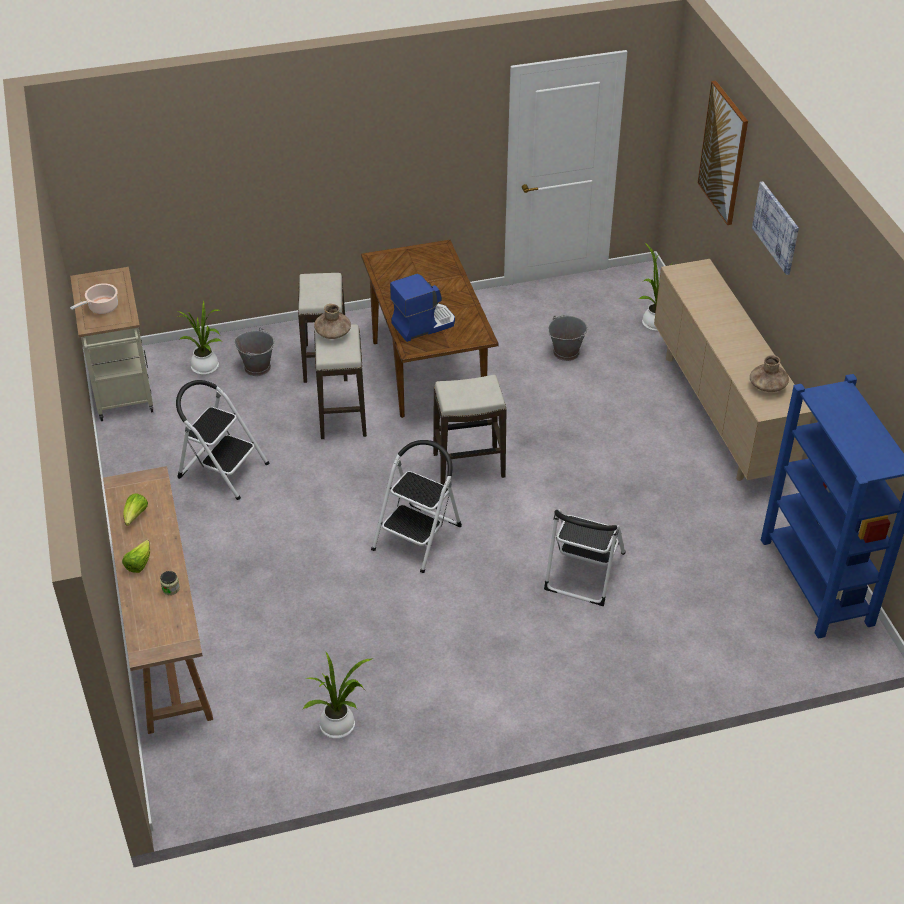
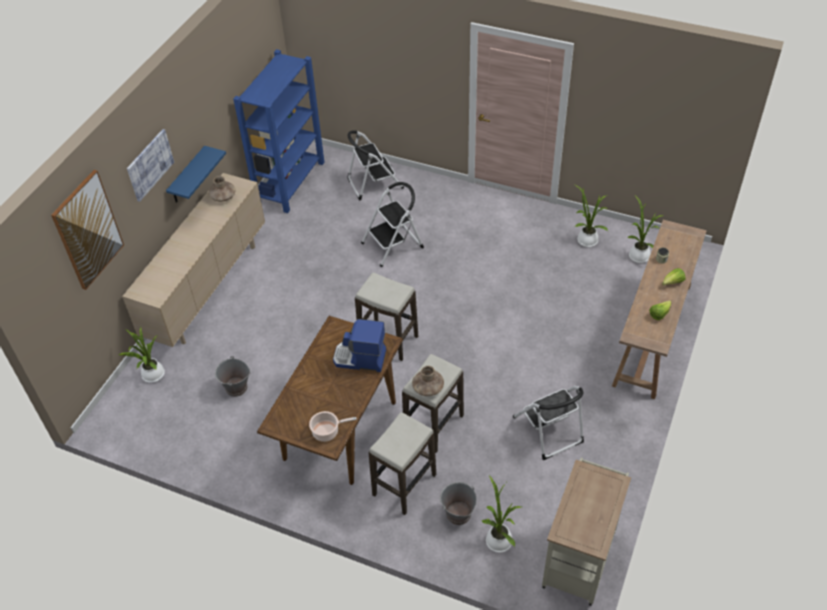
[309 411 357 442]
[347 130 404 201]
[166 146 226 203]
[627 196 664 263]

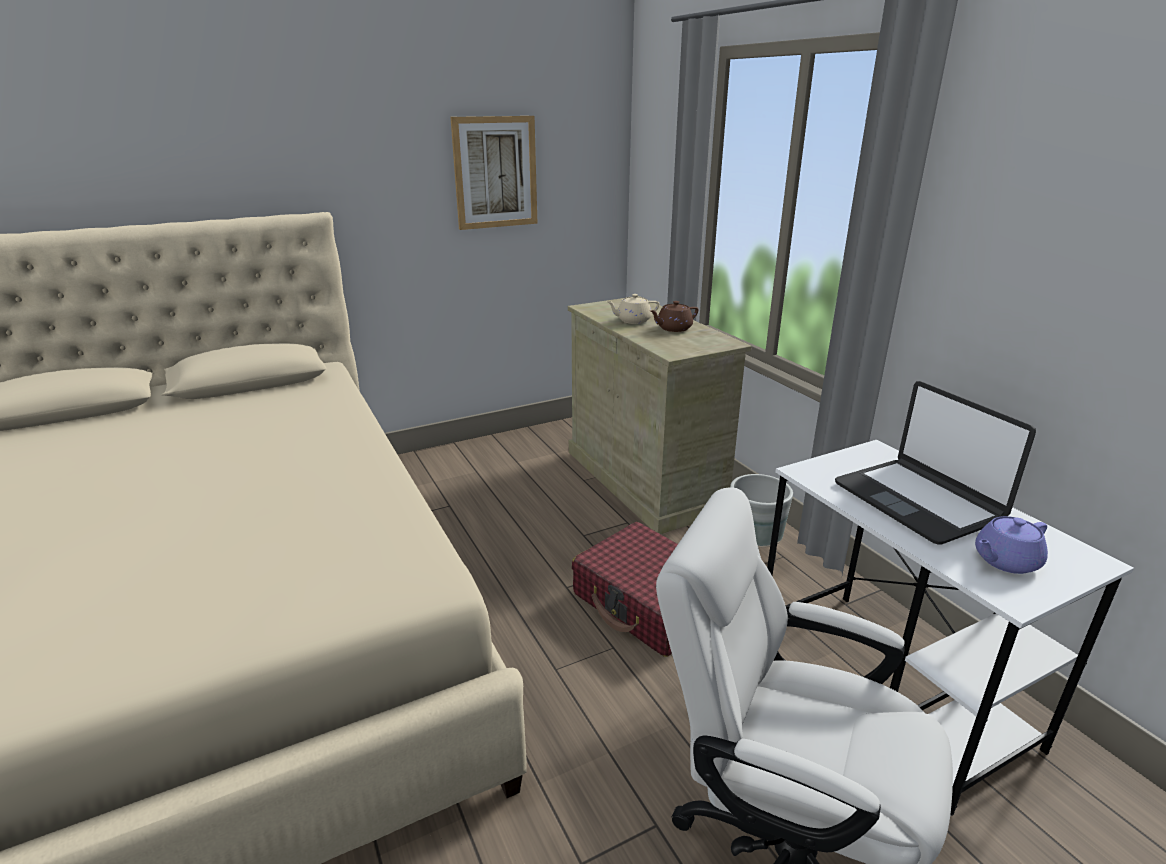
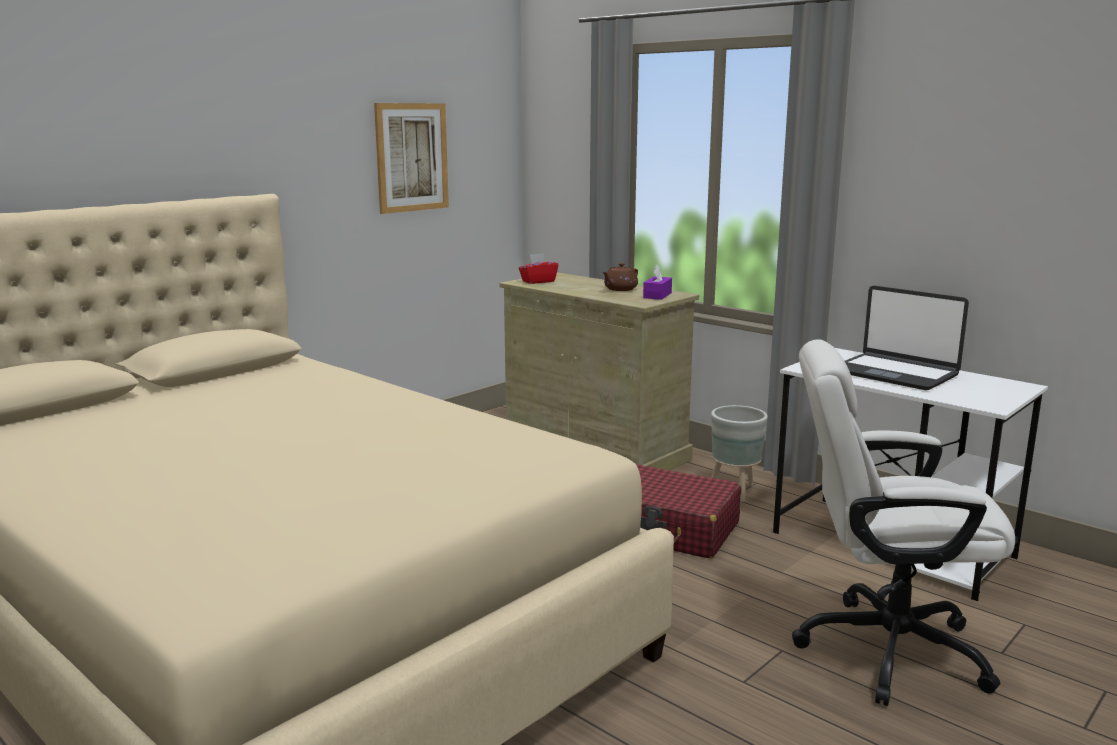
[607 294 660 324] (first image)
[975 516 1048 574] (first image)
[519 253 558 284]
[643 265 672 300]

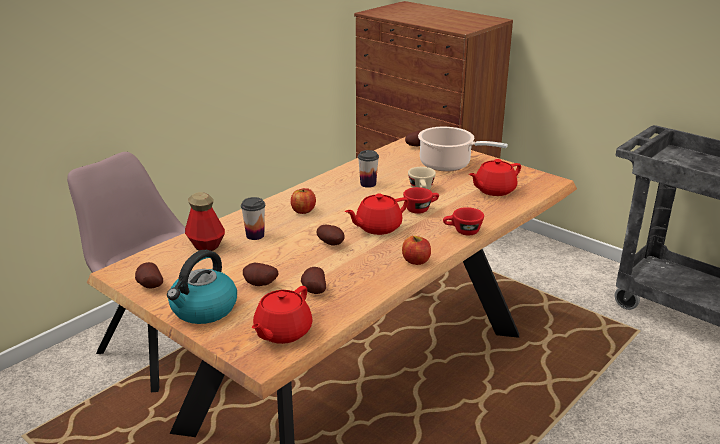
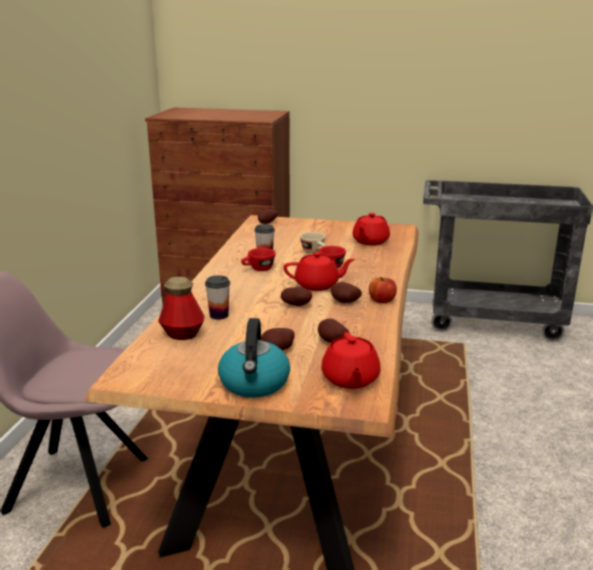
[331 282 362 303]
[291 188 316 214] (first image)
[283 252 355 291]
[418 127 508 171] (first image)
[241 248 276 271]

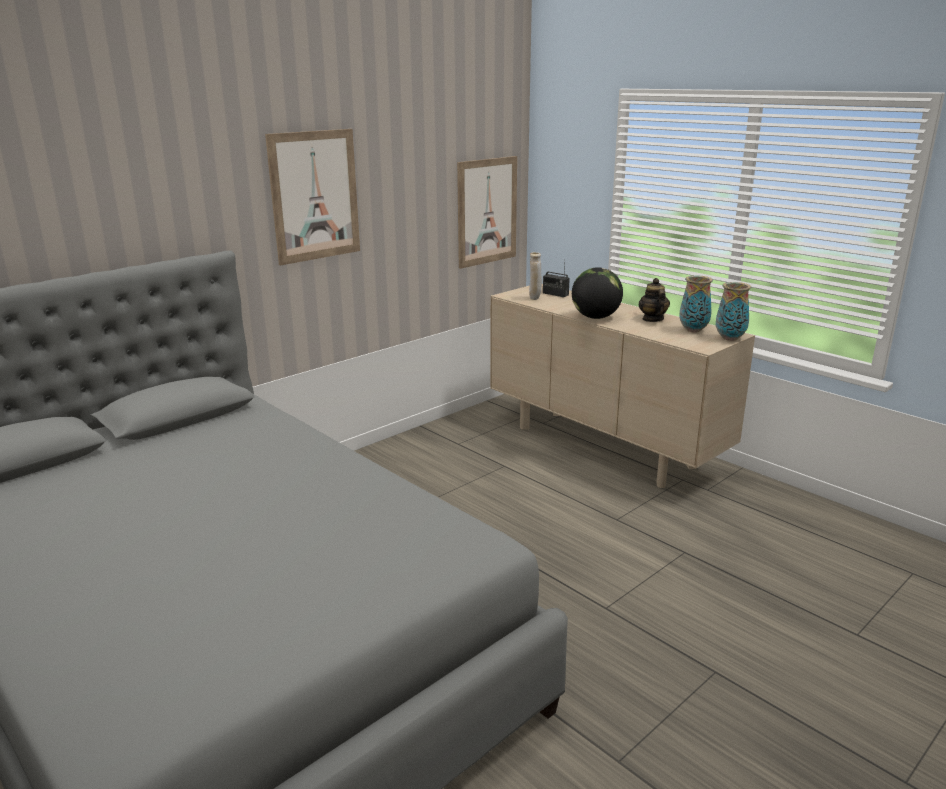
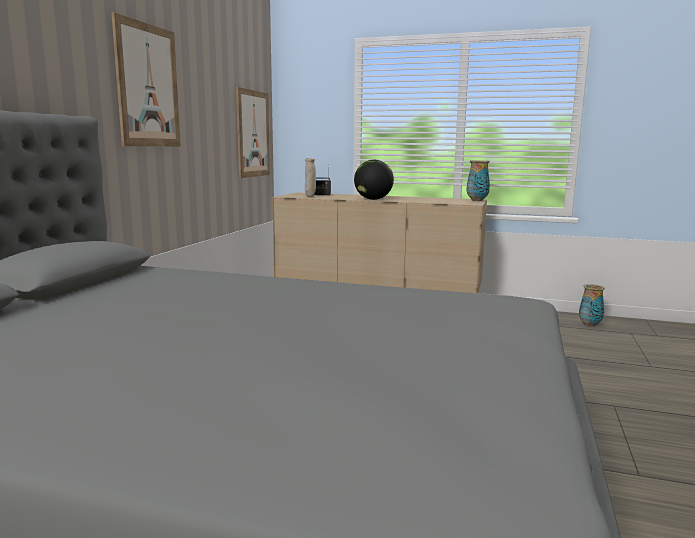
[639 278 670 322] (first image)
[579 284 605 327]

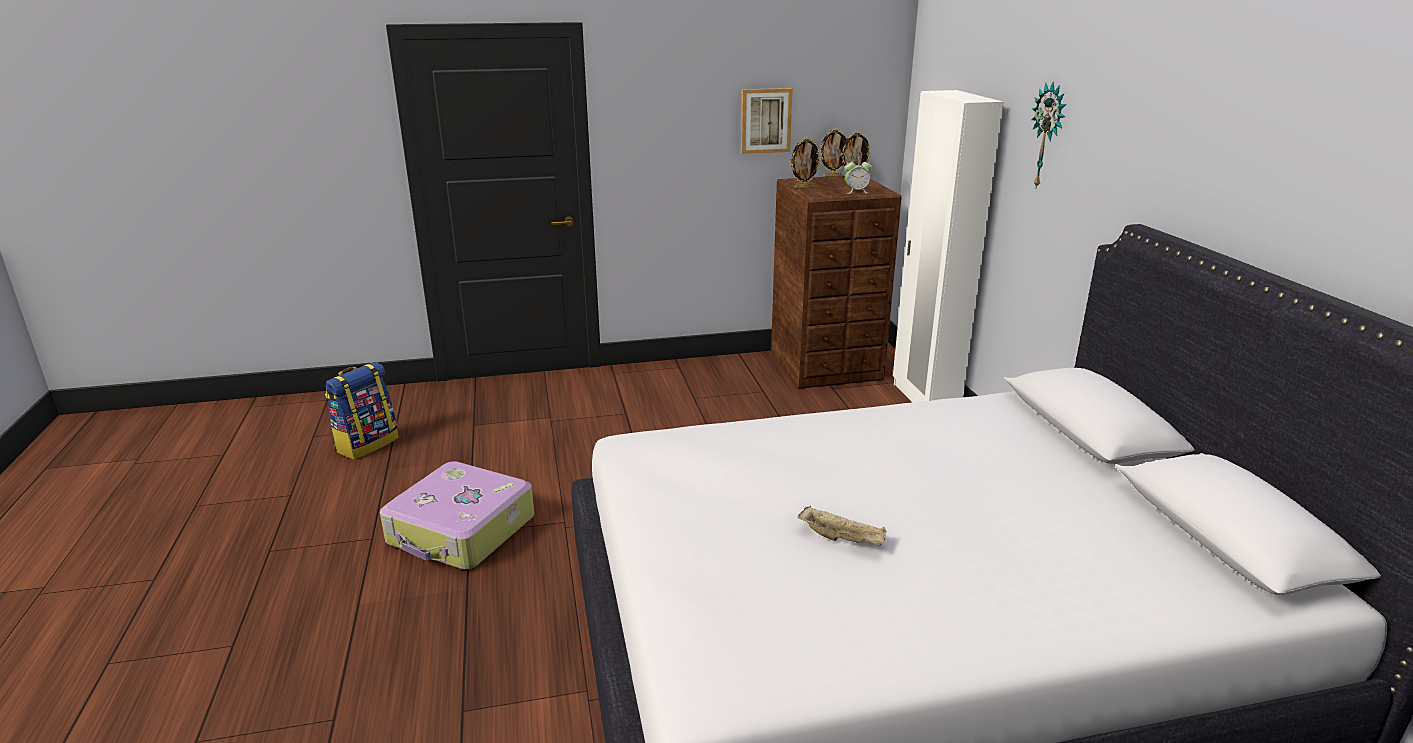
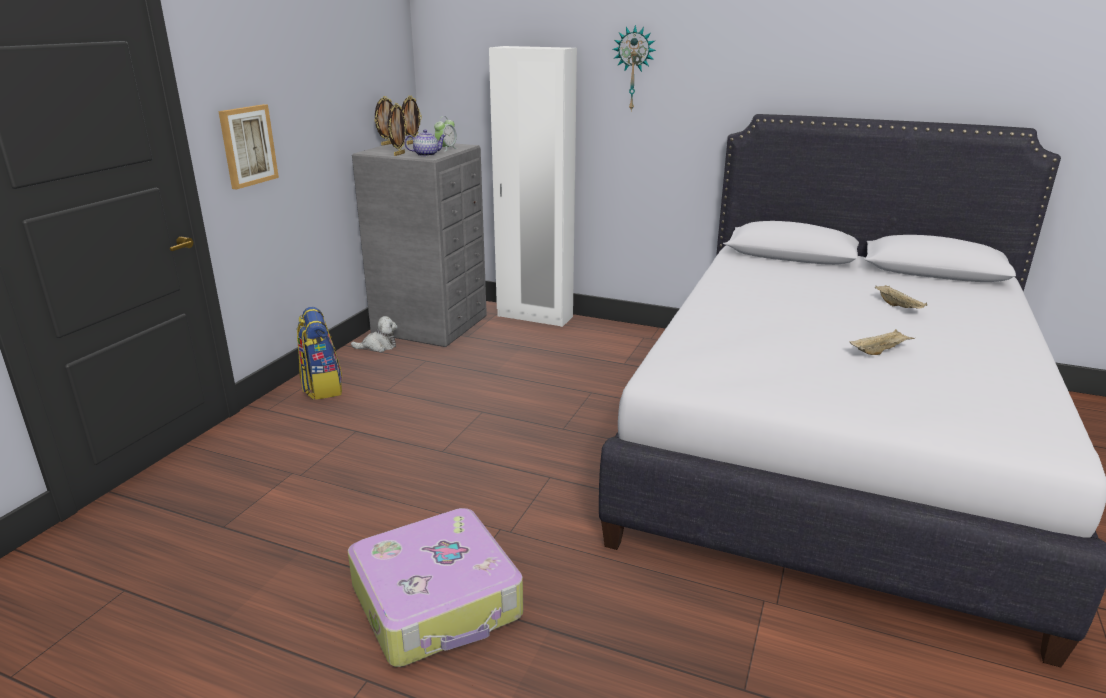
[297 307 342 400]
[218 104 279 190]
[352 140 487 347]
[351 316 398 352]
[405 130 446 156]
[875 285 927 309]

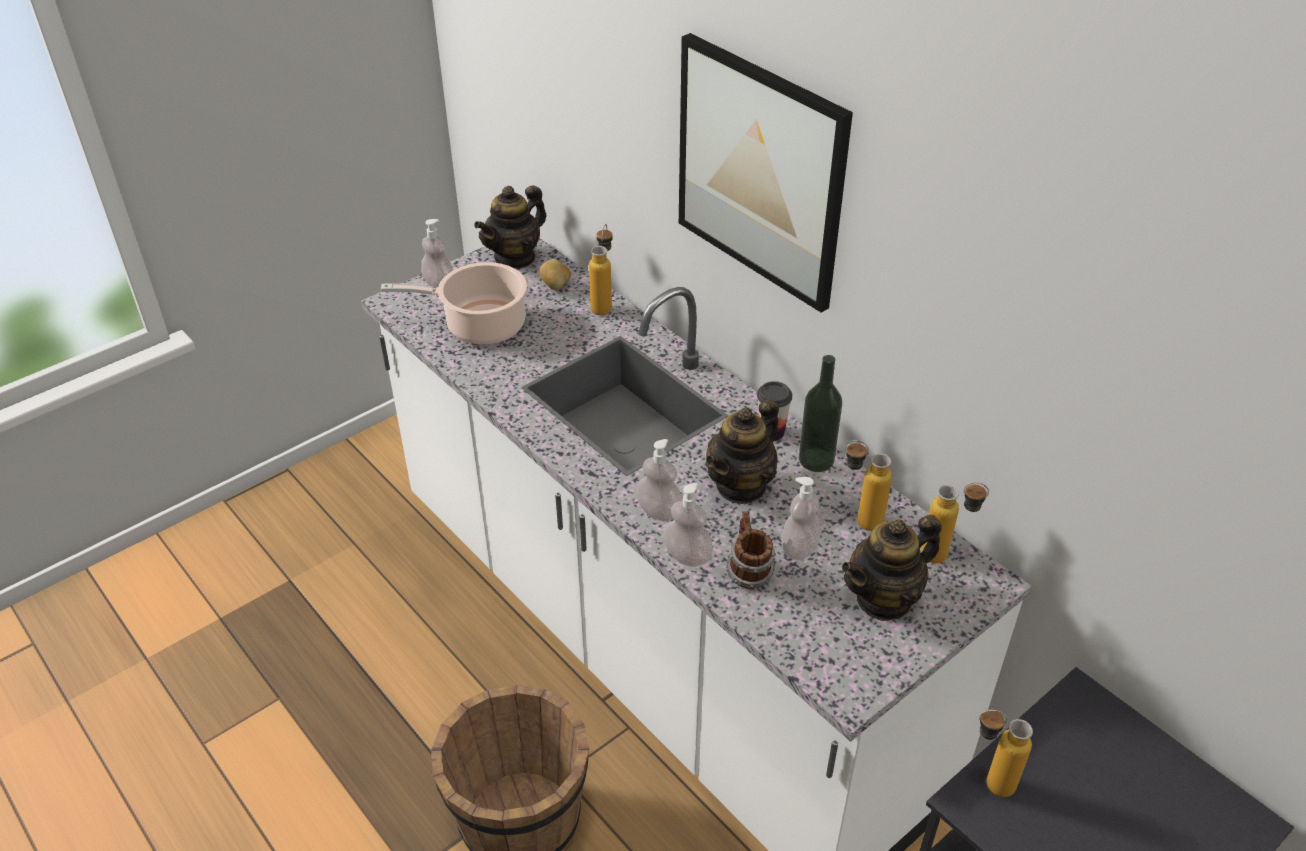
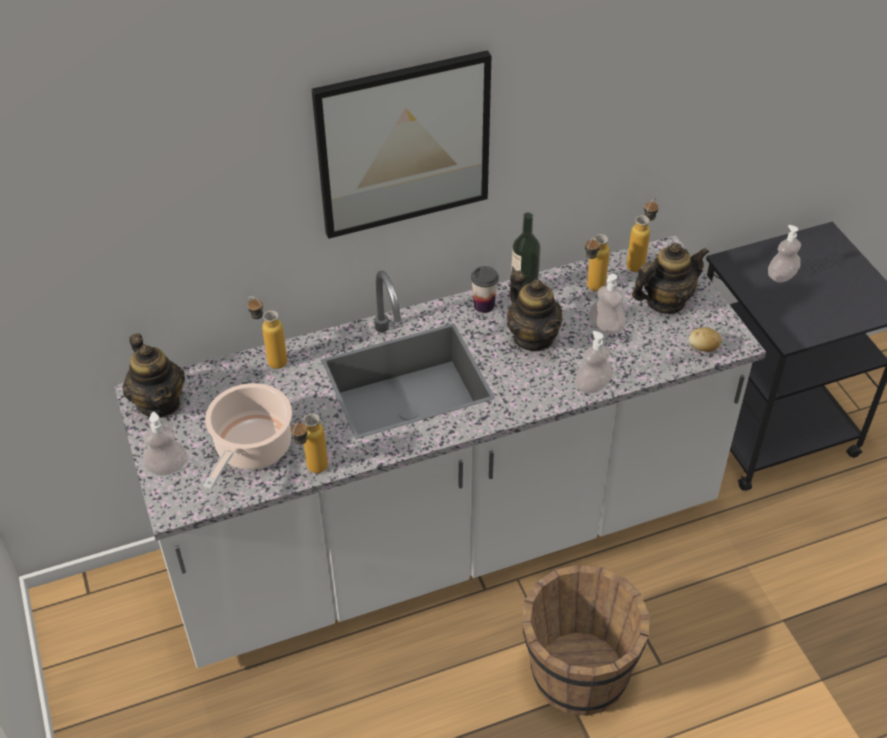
[689 327 722 352]
[768 225 801 282]
[726 511 776 589] (first image)
[632 243 709 314]
[291 413 328 473]

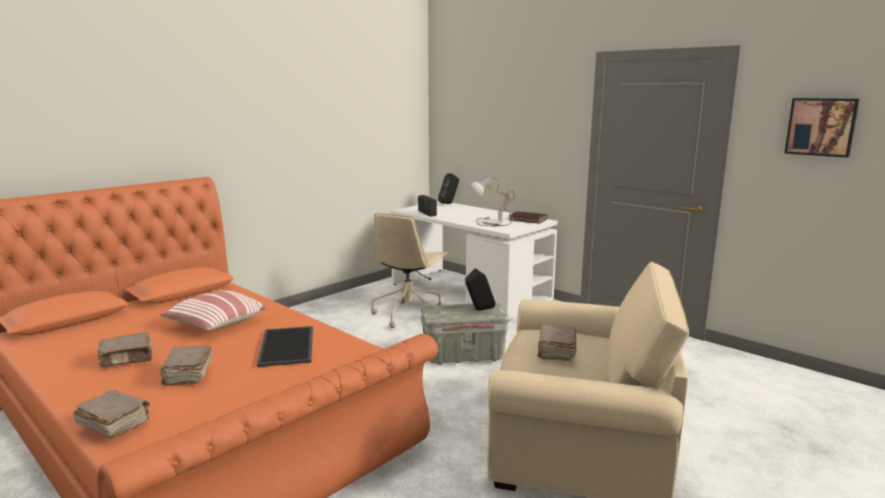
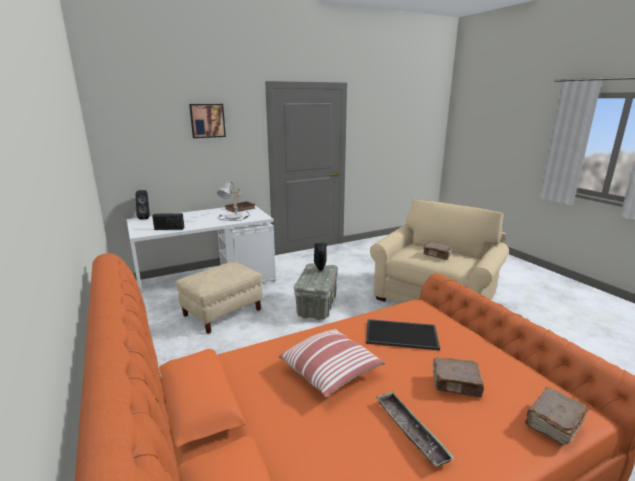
[376 391 455 466]
[176 261 263 334]
[189 104 226 138]

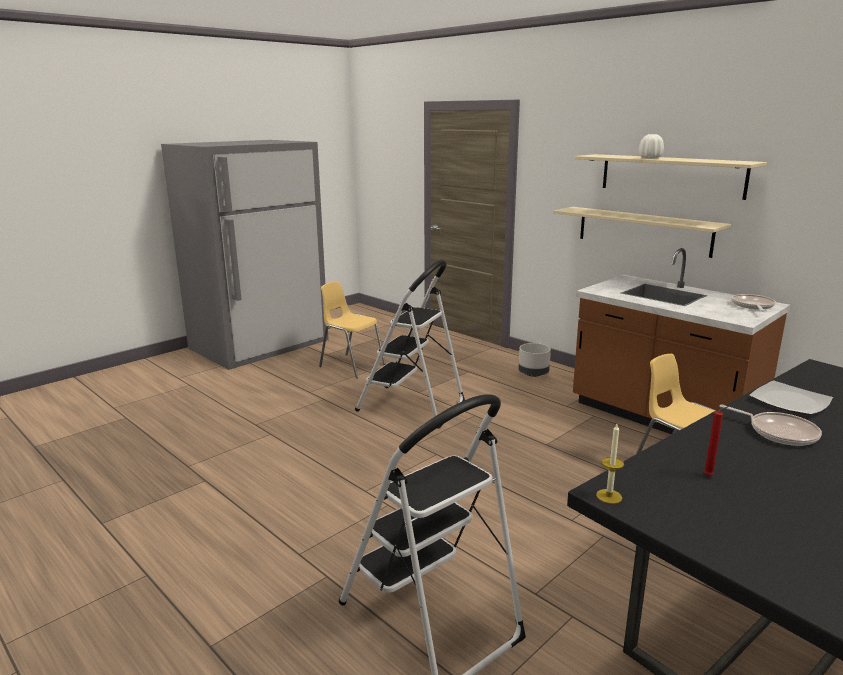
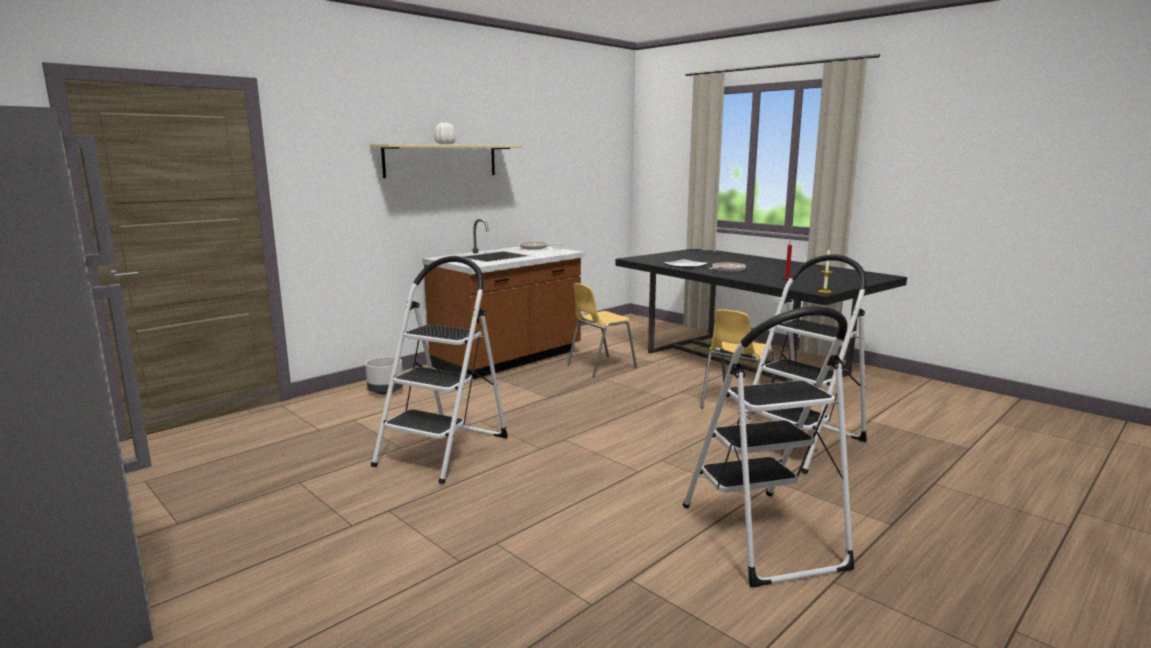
[700 309 775 419]
[553 207 731 258] (first image)
[683 306 854 588]

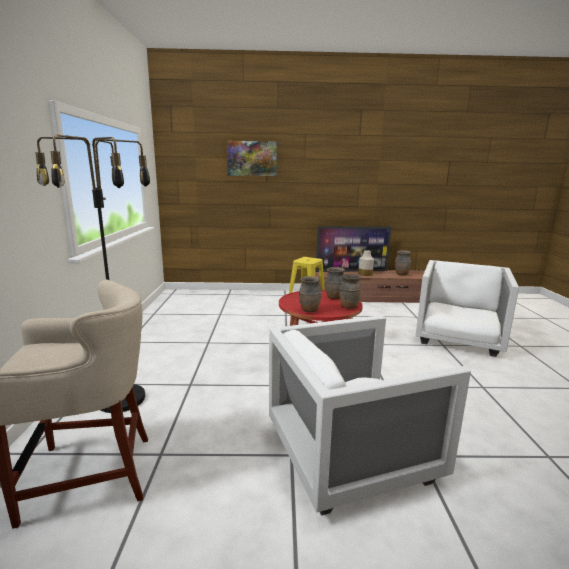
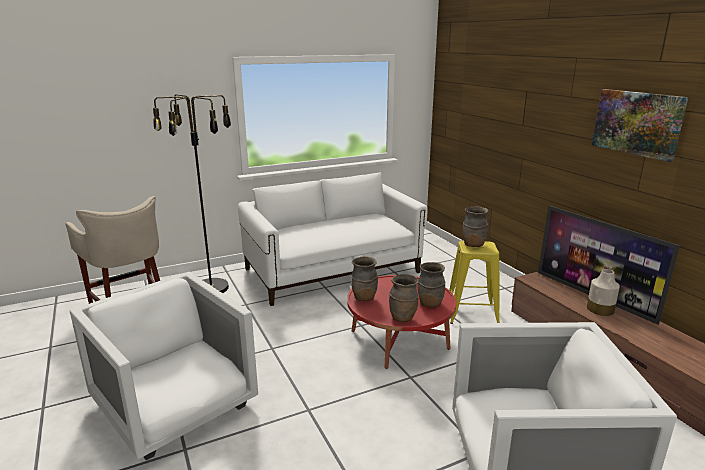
[592 89 688 162]
[462 207 488 247]
[238 172 428 306]

